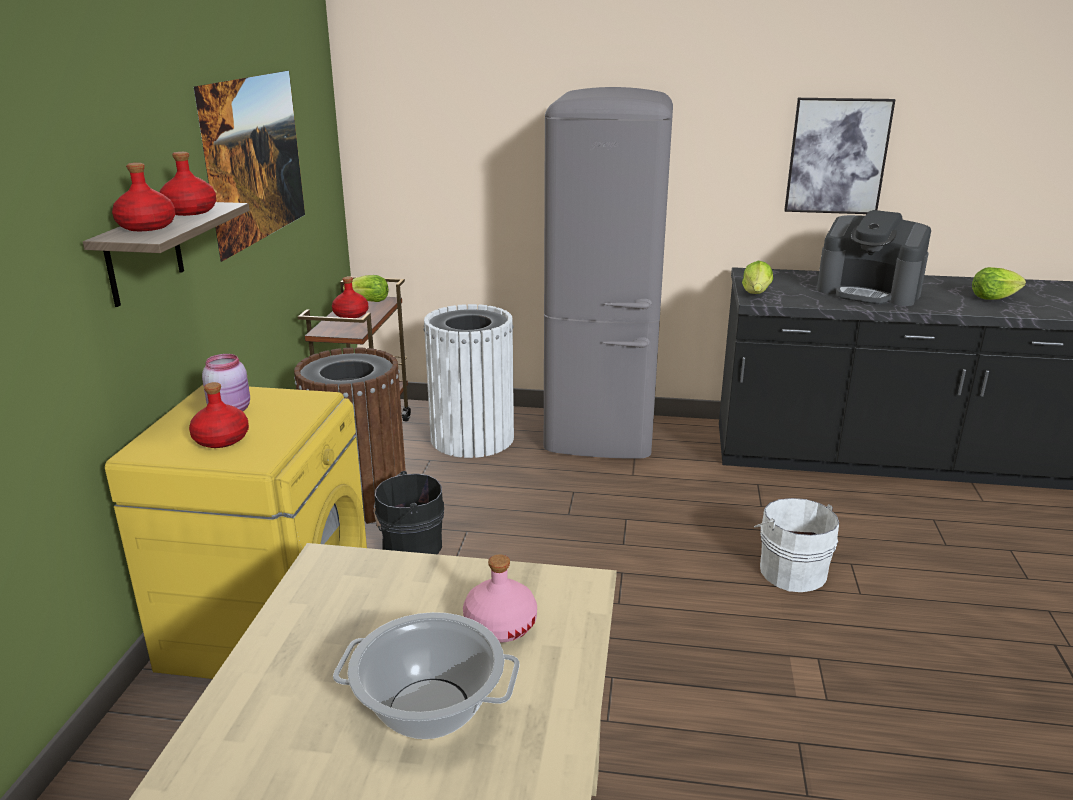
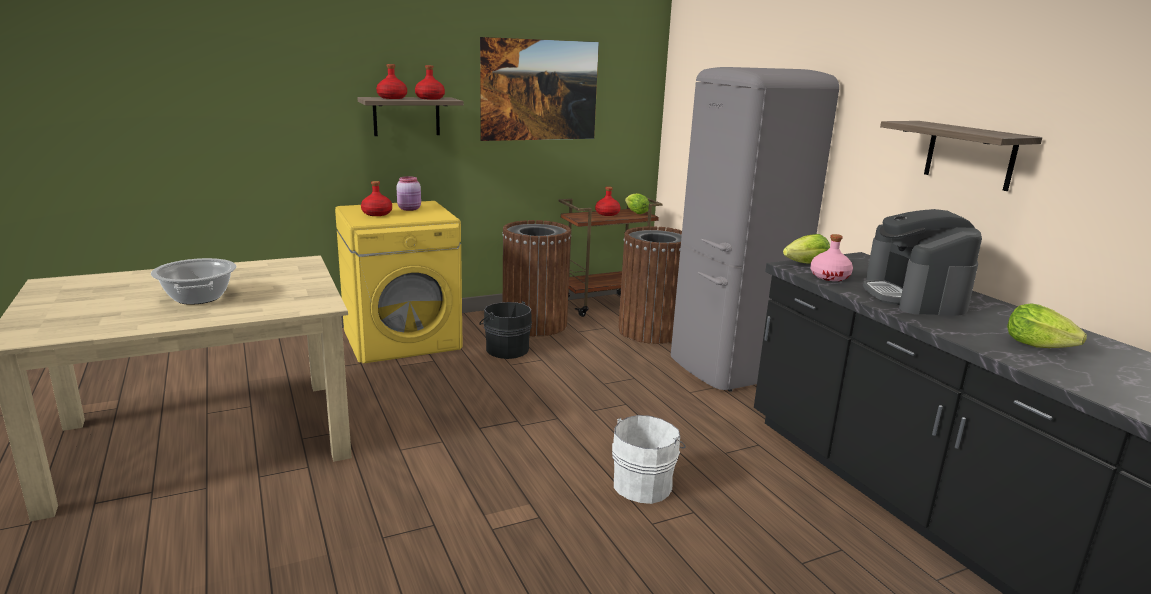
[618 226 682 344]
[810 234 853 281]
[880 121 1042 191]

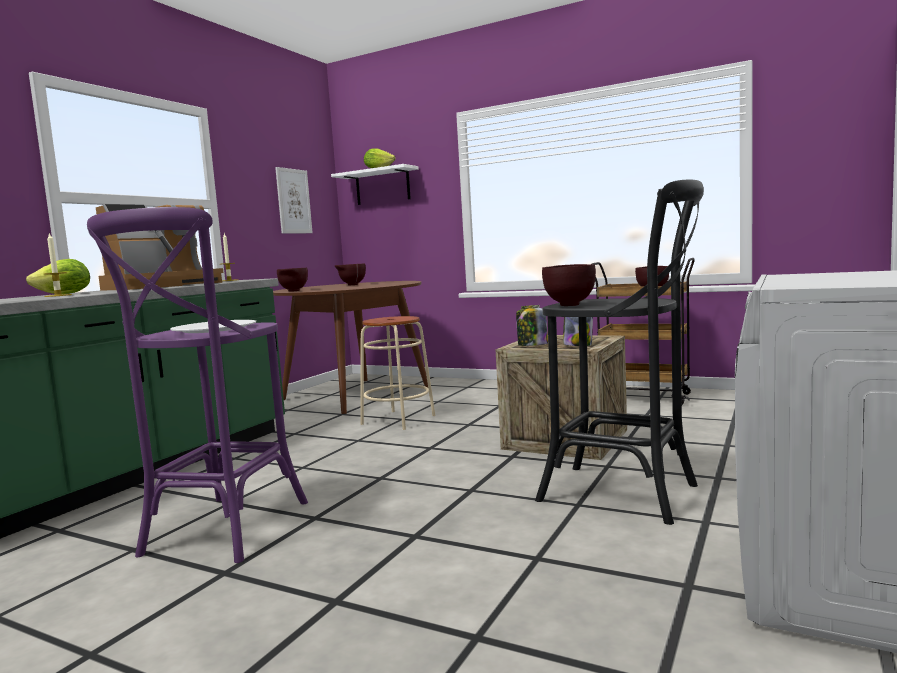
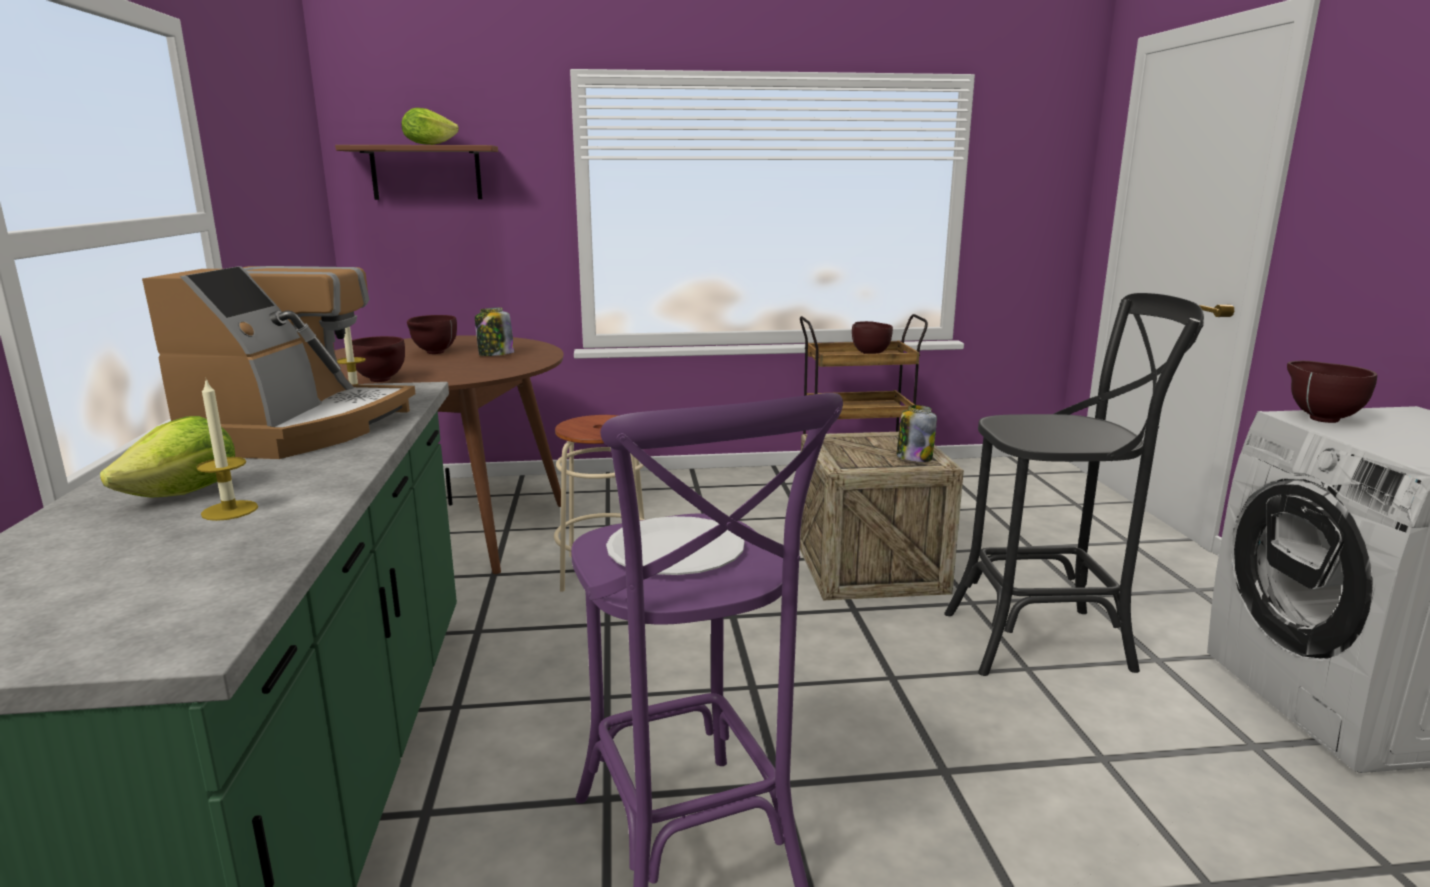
[275 167 313 233] (first image)
[335 145 498 200]
[475 308 514 356]
[1287 361 1377 423]

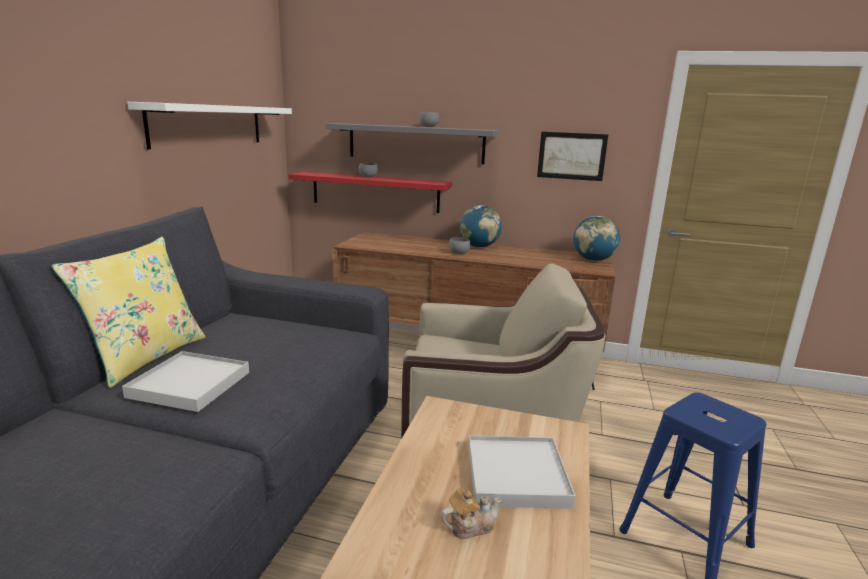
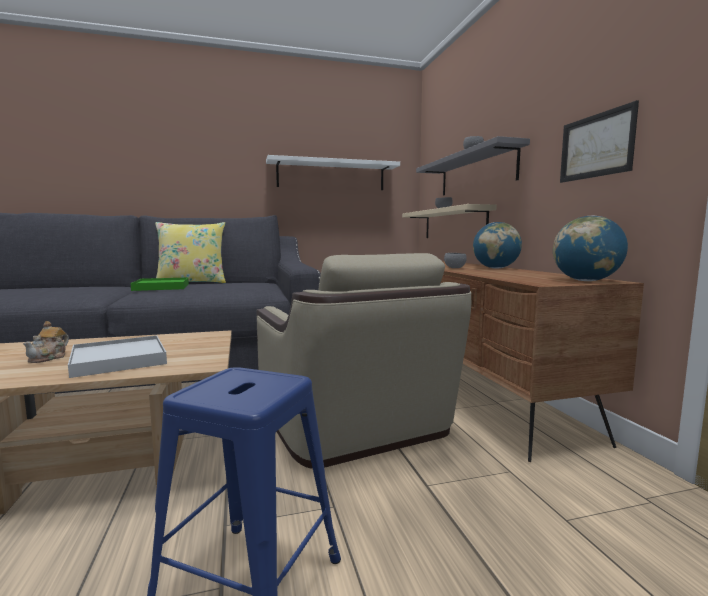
[131 277 189 291]
[402 204 497 238]
[23 321 69 363]

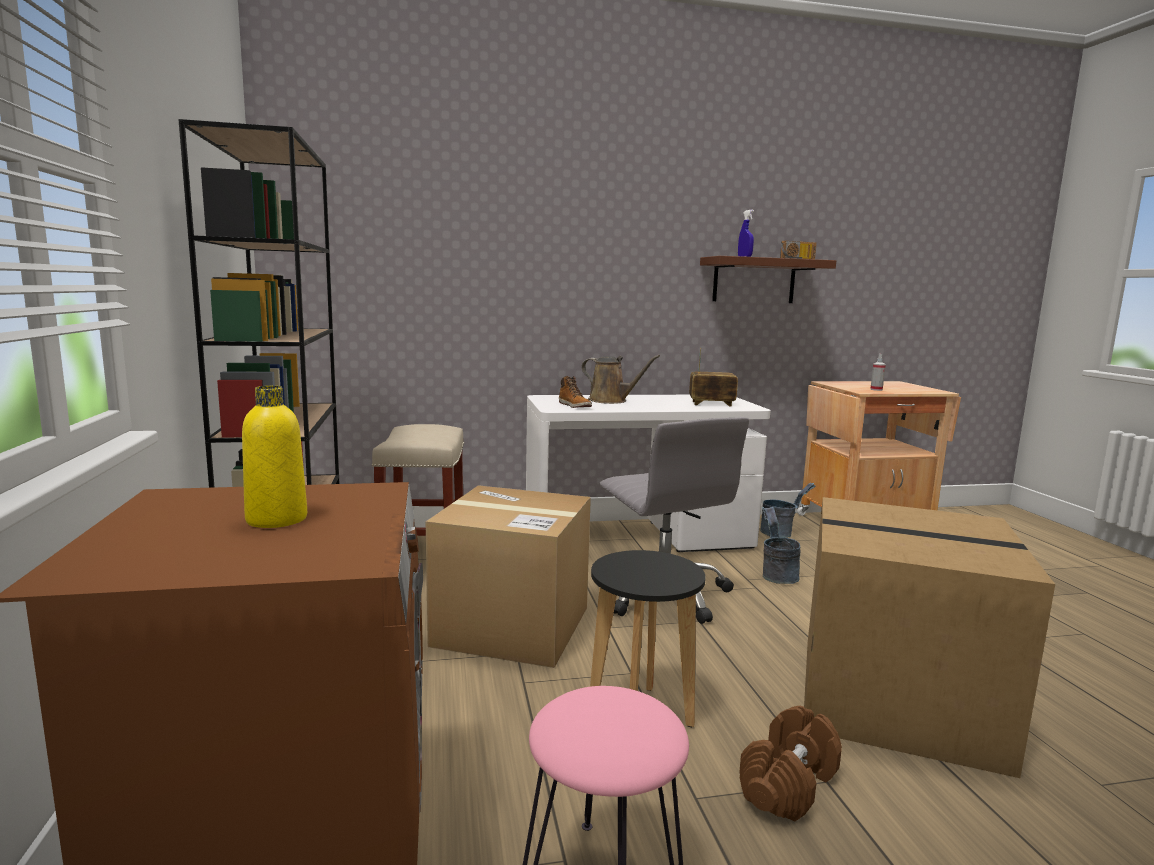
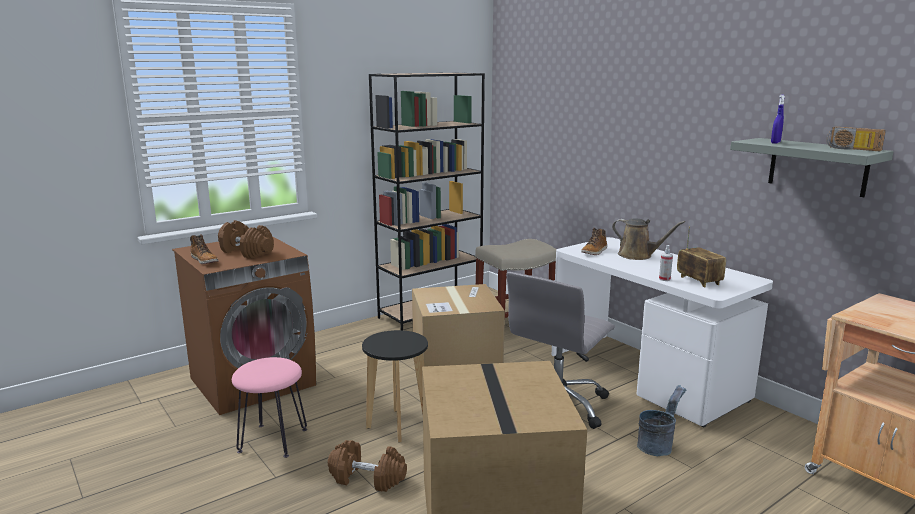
[218 220 274 258]
[612 218 685 260]
[730 138 894 197]
[760 483 816 538] (first image)
[659 245 673 281]
[190 234 218 264]

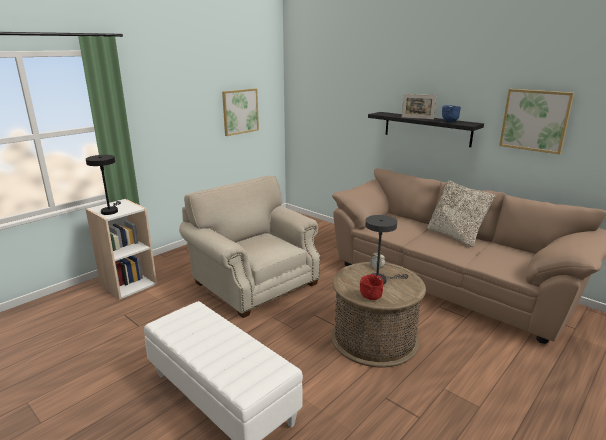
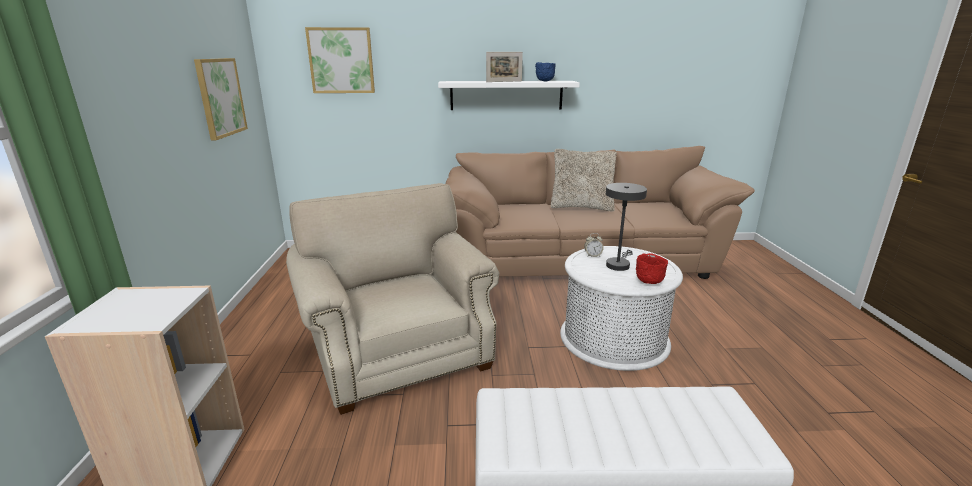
[86 155 121 215] (first image)
[286 183 499 415]
[560 246 683 371]
[438 81 580 110]
[305 27 375 93]

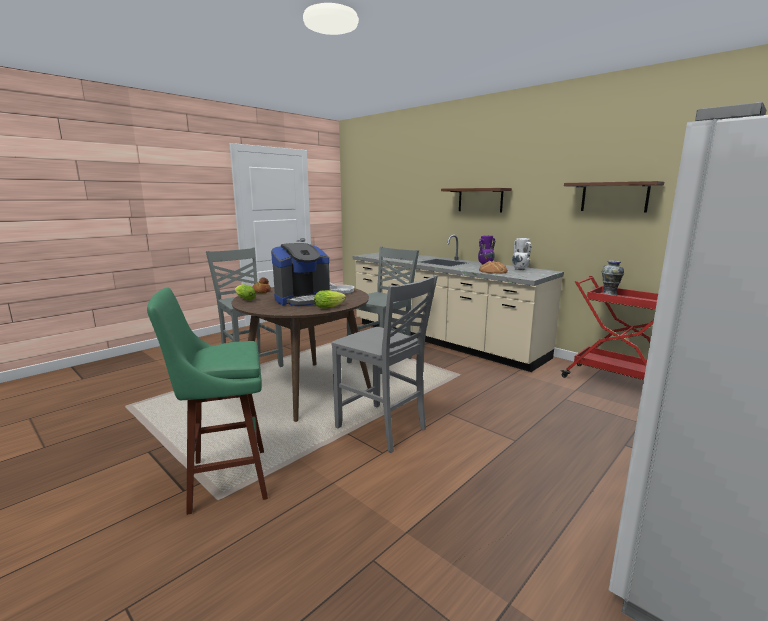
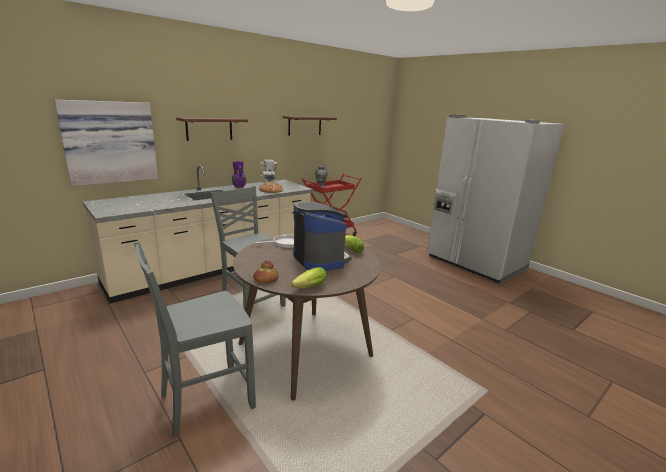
[147 287 268 515] (first image)
[331 275 438 453] (first image)
[54 99 158 186]

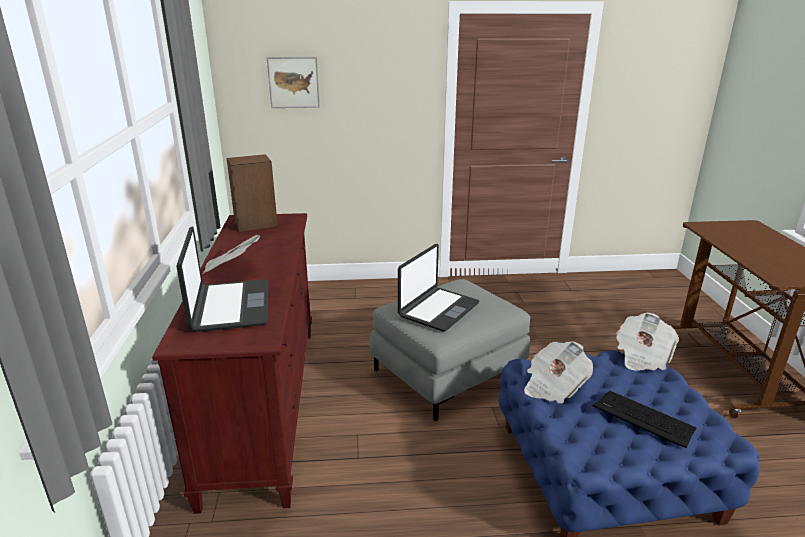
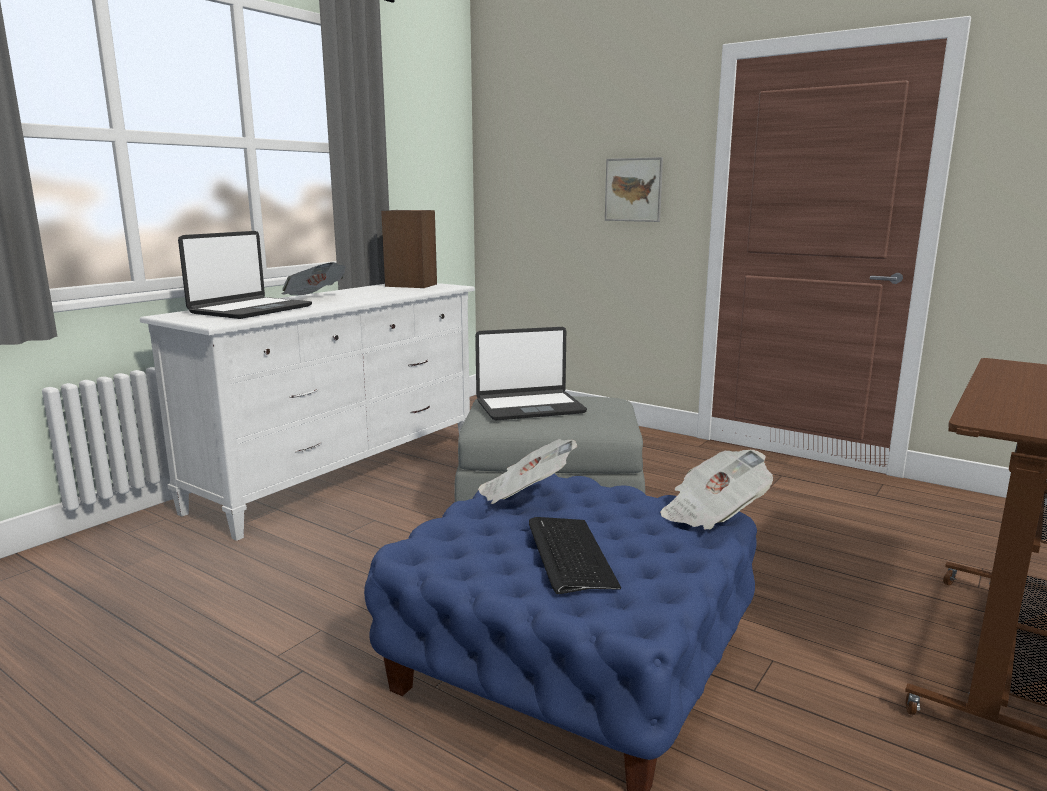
[140 283 475 541]
[605 157 663 222]

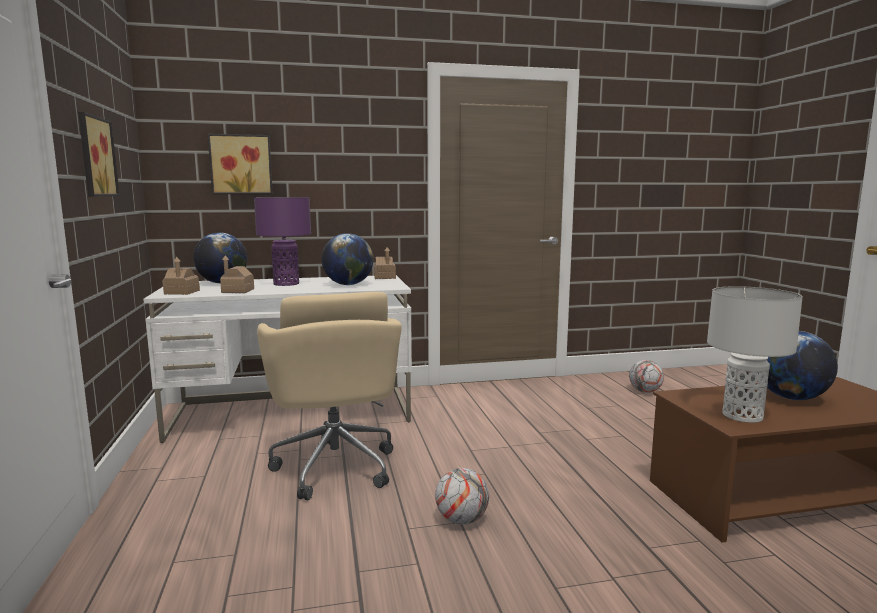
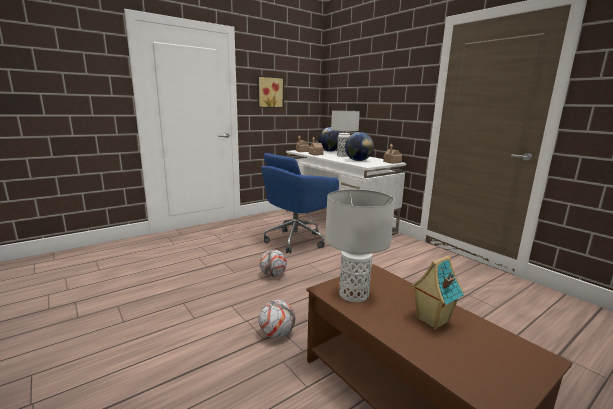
[208 134 273 194] (first image)
[331 110 360 157]
[261 153 339 253]
[259 300 295 338]
[411 255 464 330]

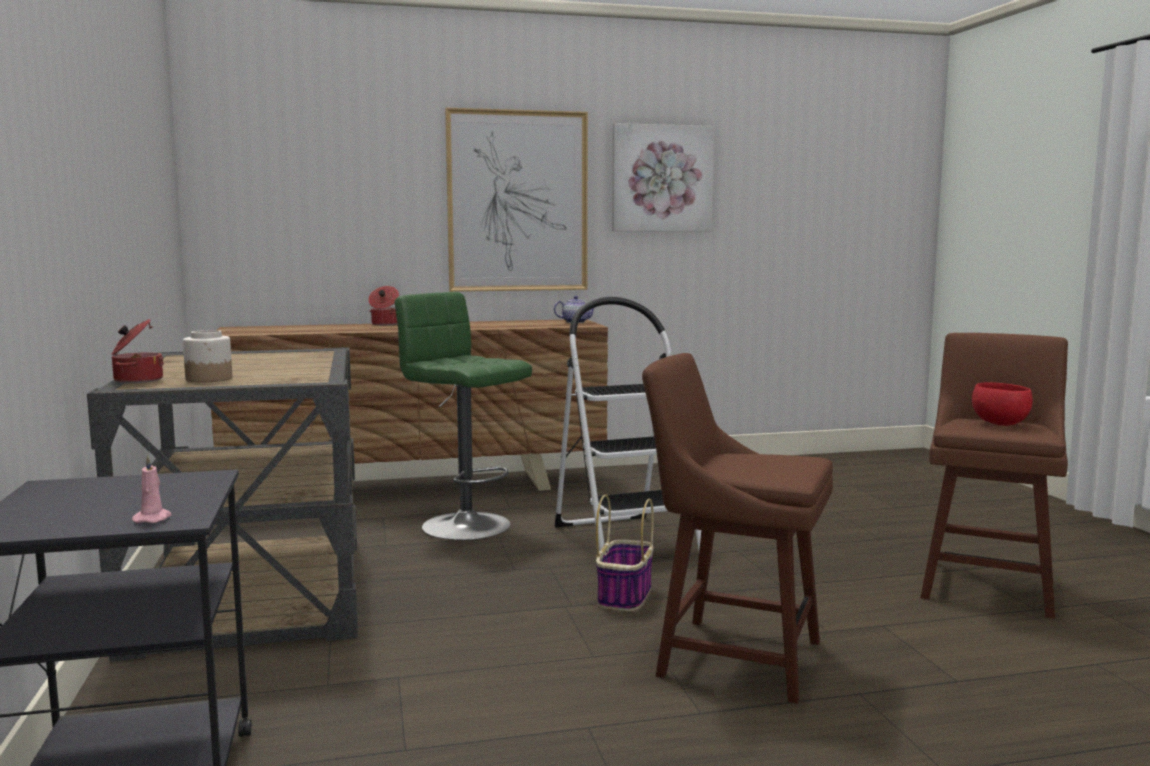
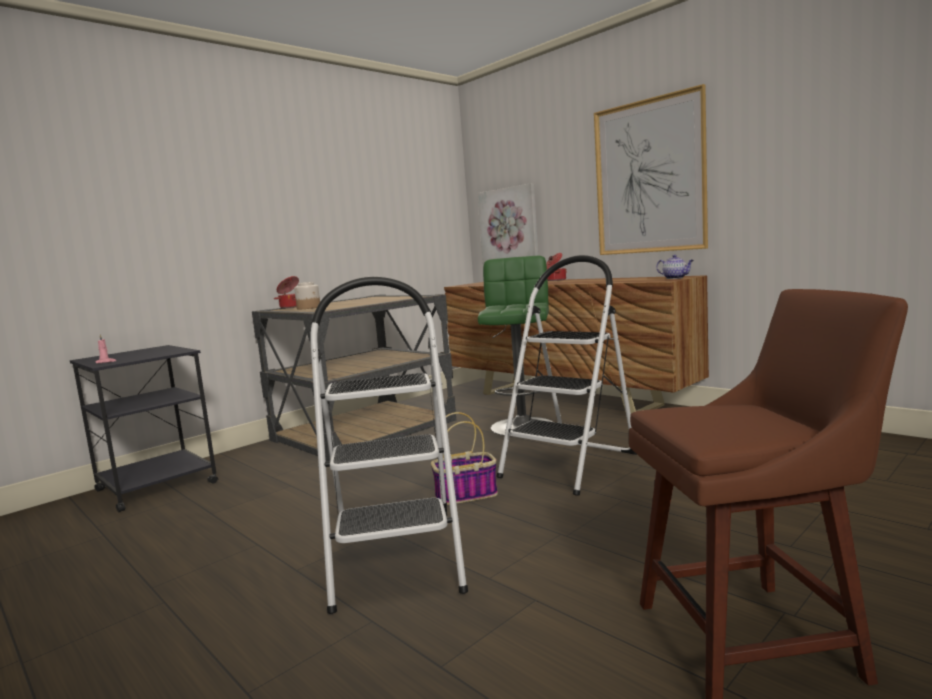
[477 183 538 263]
[310 277 468 614]
[972 382 1033 426] (first image)

